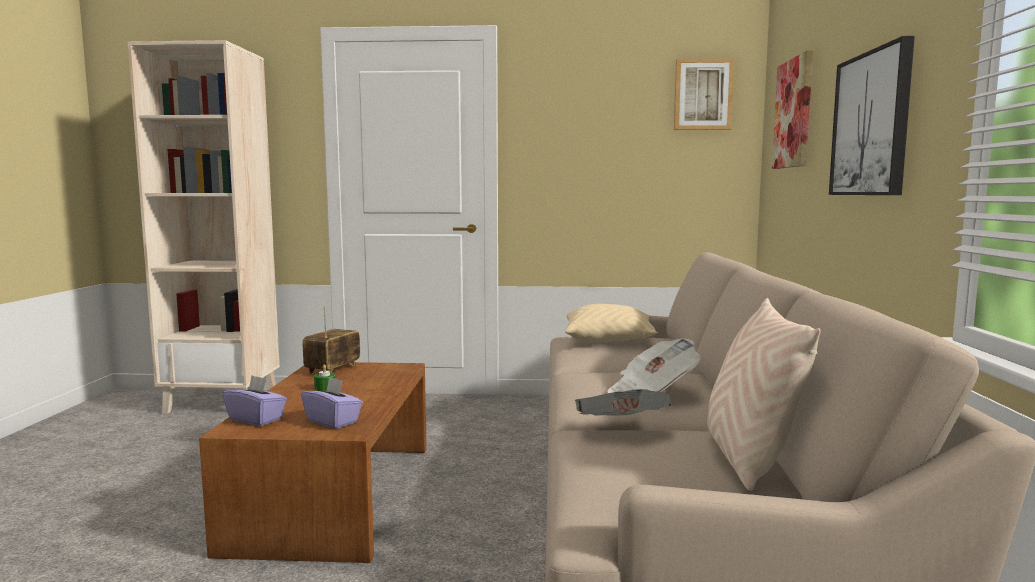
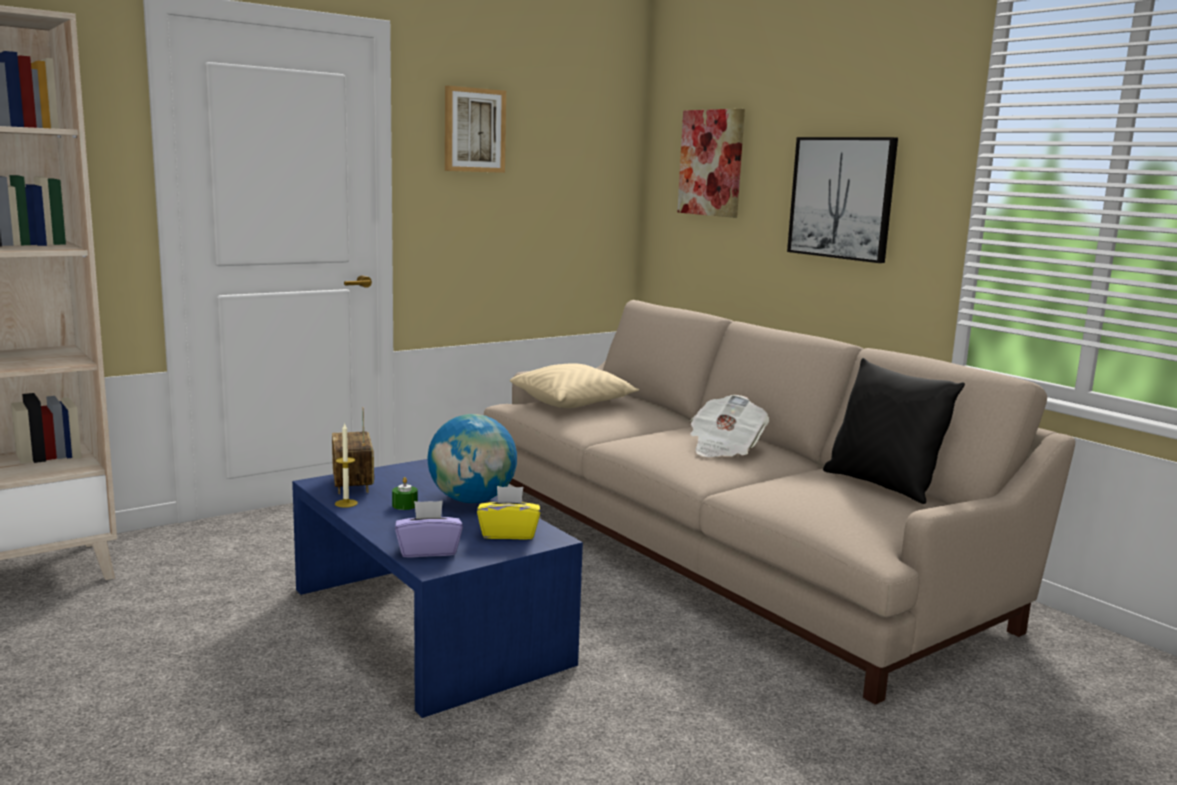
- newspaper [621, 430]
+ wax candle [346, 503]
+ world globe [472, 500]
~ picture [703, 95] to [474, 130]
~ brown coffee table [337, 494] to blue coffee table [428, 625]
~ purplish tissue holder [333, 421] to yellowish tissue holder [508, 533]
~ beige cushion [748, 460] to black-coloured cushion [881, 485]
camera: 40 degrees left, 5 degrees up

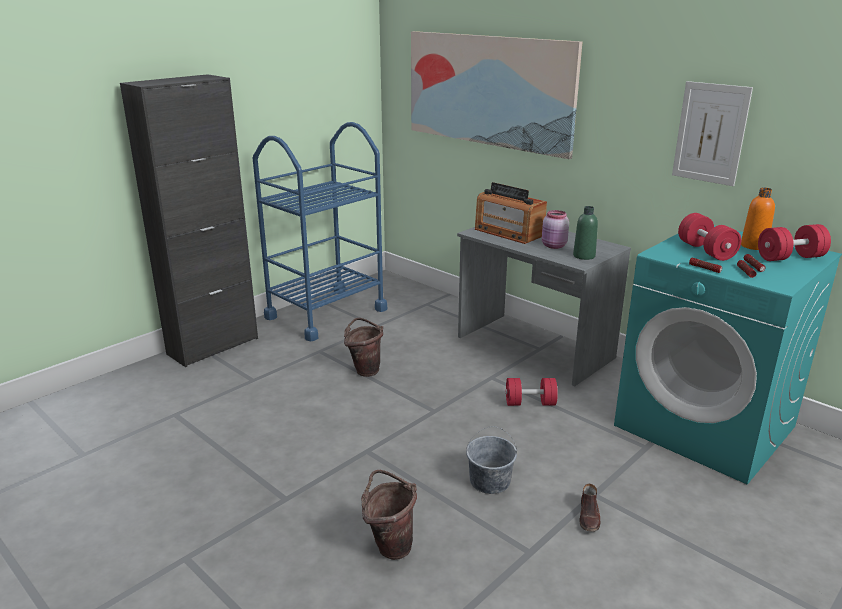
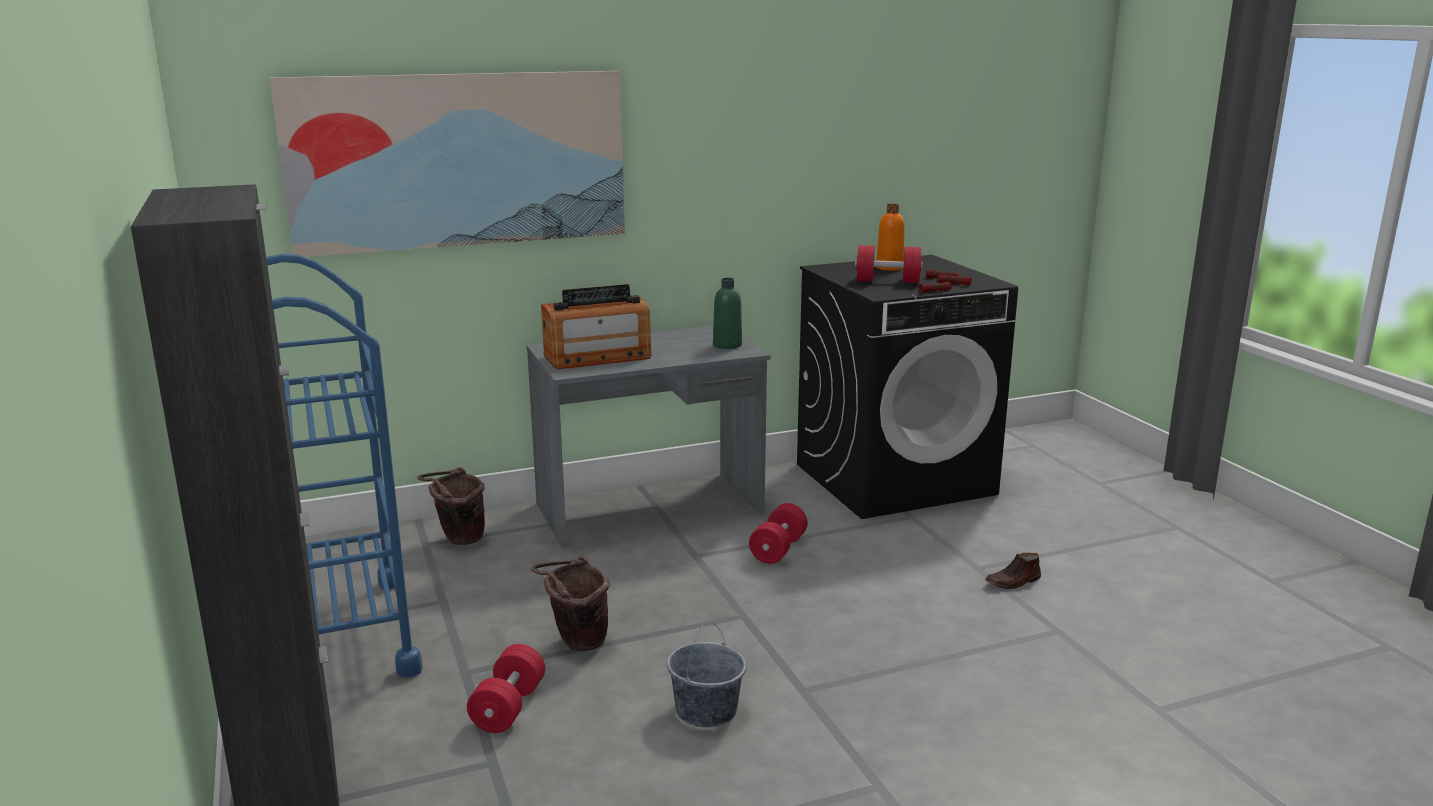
- pink-coloured preserve jar [554, 246]
- picture [710, 133]
~ brown bucket [390, 545] to [458, 540]
~ gray bucket [489, 481] to [706, 710]
~ red-coloured hand weight [790, 258] to [508, 707]
~ turquoise-coloured laundry machine [706, 426] to black-coloured laundry machine [895, 478]
~ brown item of footwear [589, 517] = [1013, 582] 120 degrees clockwise
camera: 65 degrees left, 5 degrees down

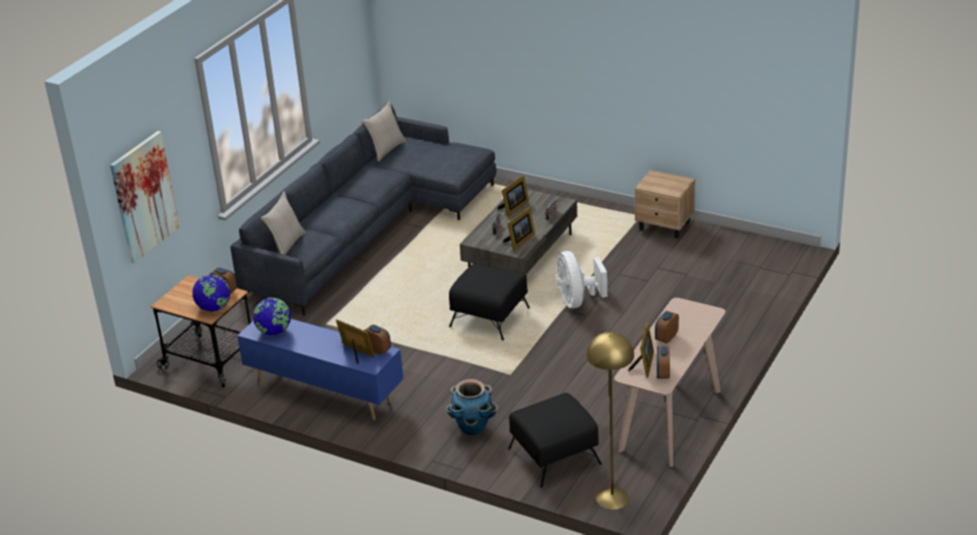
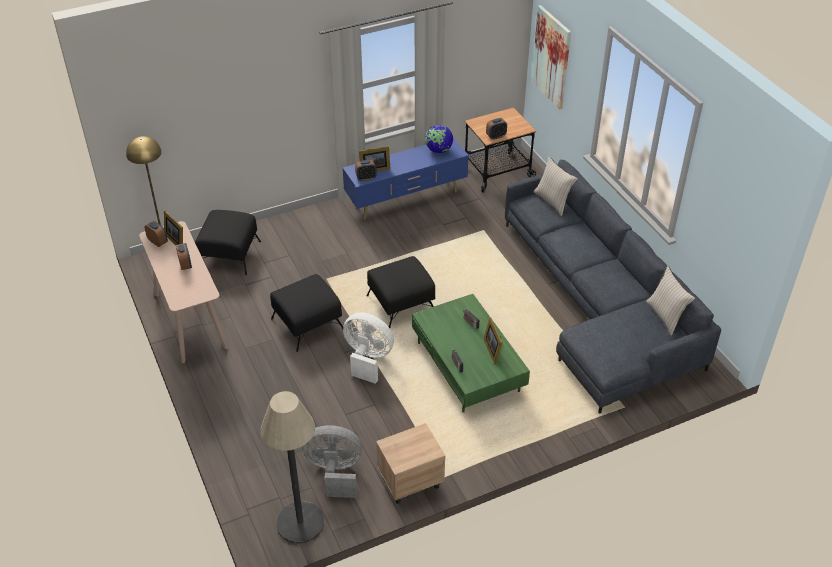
- world globe [214, 308]
- flower pot [473, 428]
- photo frame [519, 241]
+ standing lamp [300, 522]
+ black-coloured ottoman [307, 324]
+ gray electric fan [335, 472]
~ gray coffee table [520, 253] to green coffee table [469, 367]
camera: 125 degrees right, 10 degrees up

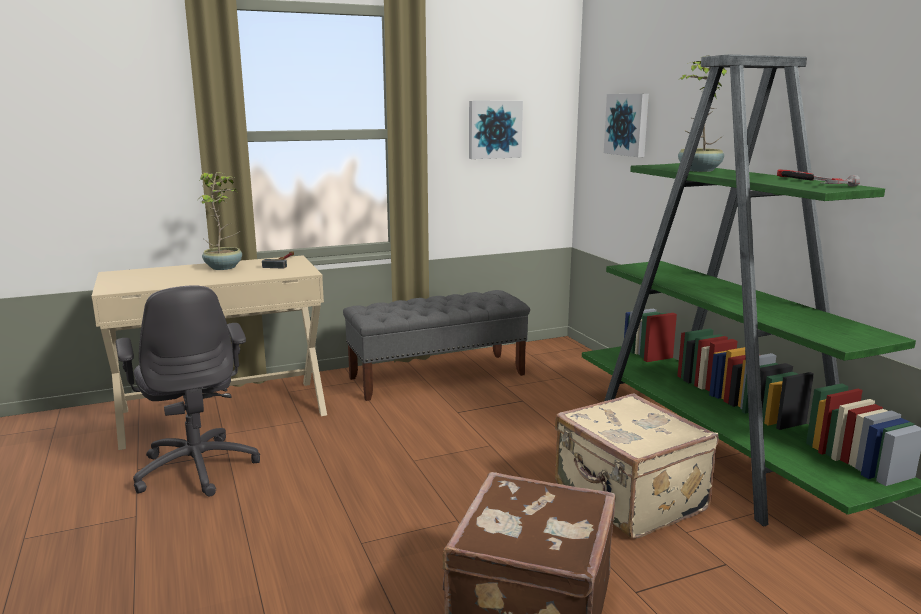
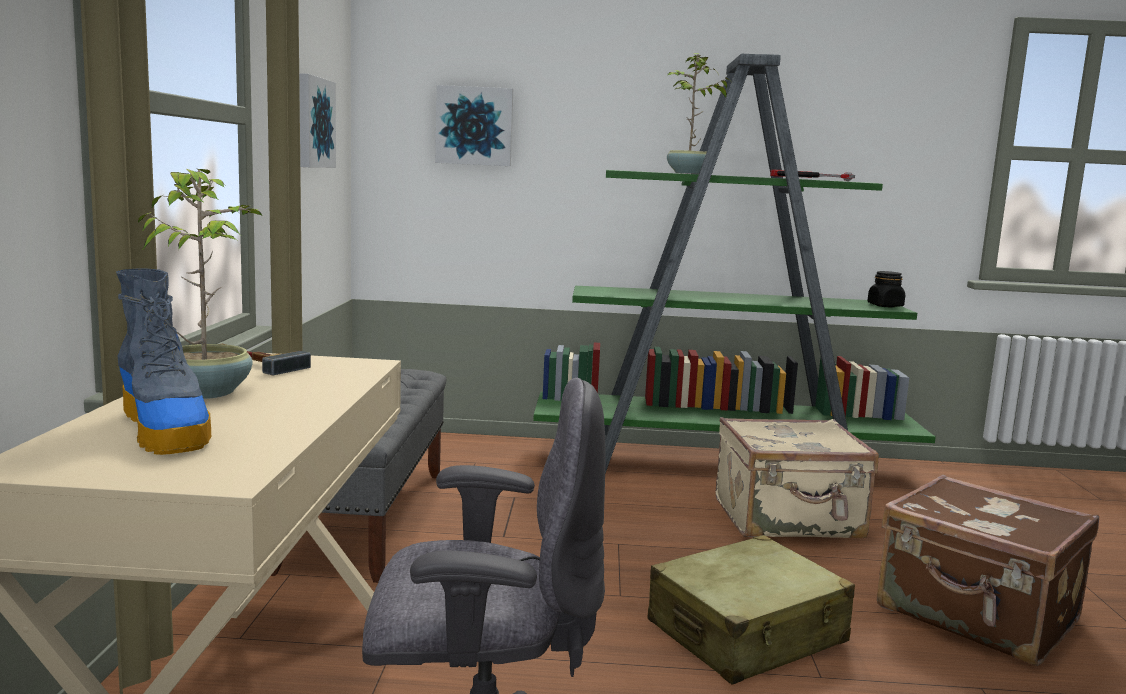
+ tall boot [165, 430]
+ beige suitcase [747, 633]
+ black-coloured preserve jar [885, 306]
camera: 65 degrees left, 5 degrees down

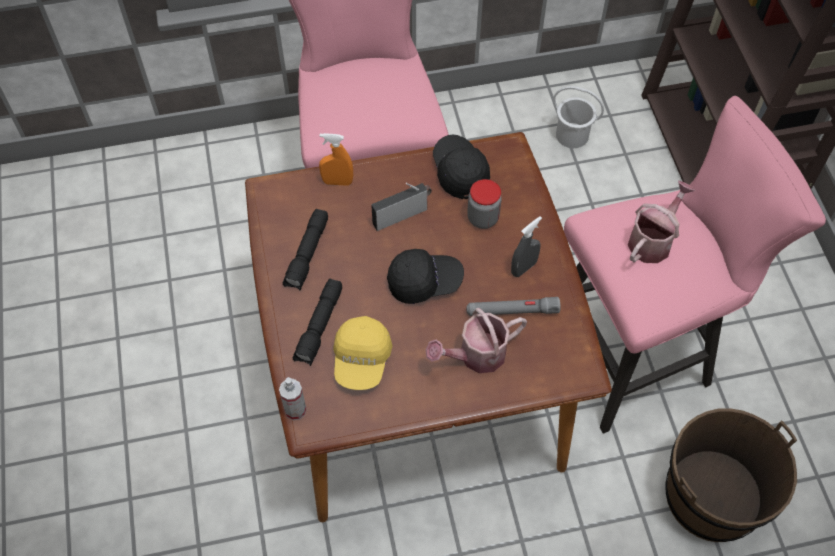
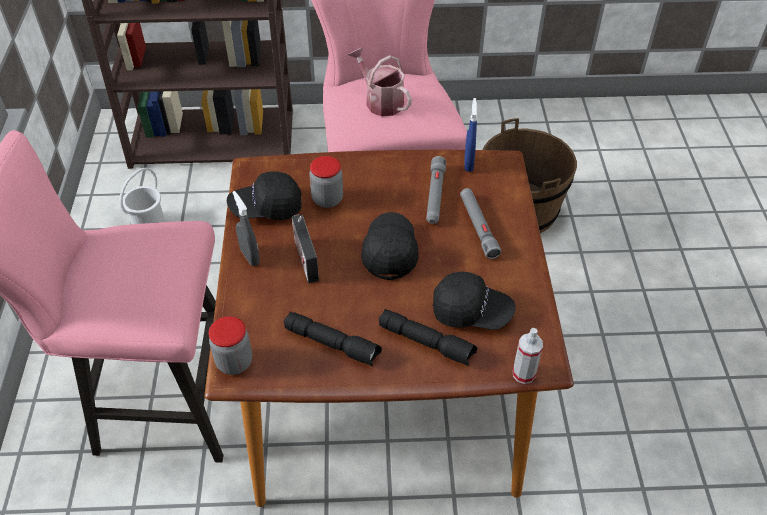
- orangey sprayer [337, 182]
+ preserve jar [234, 362]
+ blue sprayer [468, 163]
~ gray sprayer [523, 268] to [250, 256]
~ watering pot [476, 355] to gray flashlight [478, 226]
~ yellowish baseball cap [362, 360] to black-coloured baseball cap [471, 311]
camera: 80 degrees left, 10 degrees down

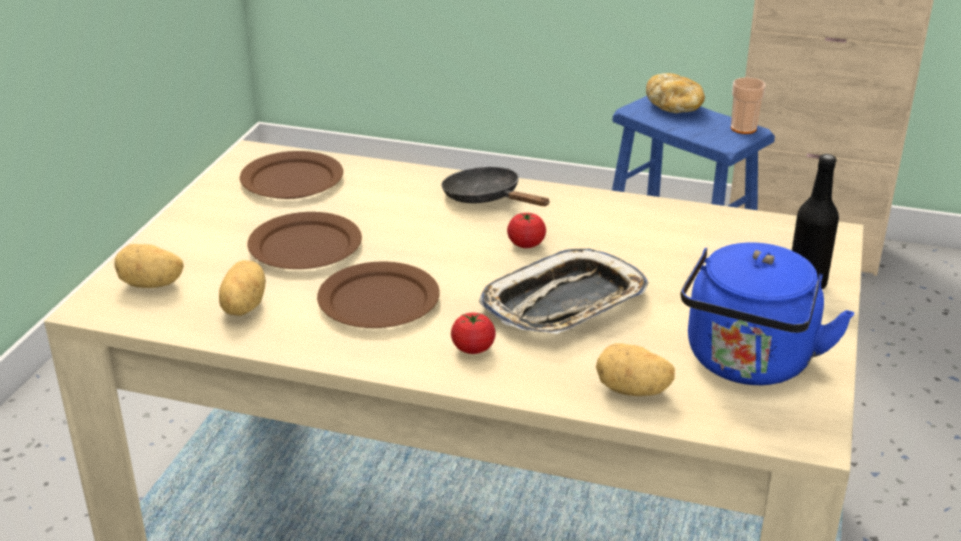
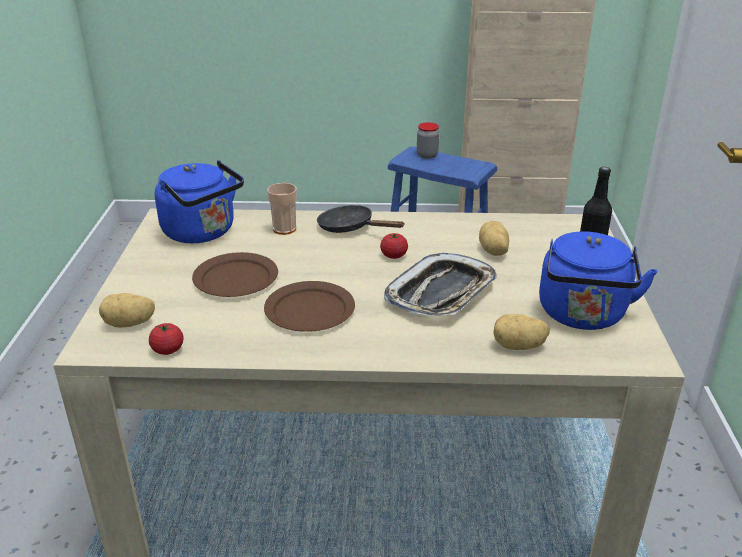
~ potato [242, 307] to [492, 251]
~ tomato [473, 348] to [168, 350]
~ cup [743, 128] to [284, 229]
~ brown flat dish [292, 180] to blue water kettle [203, 233]
~ bread [675, 107] to preserve jar [427, 155]
camera: 15 degrees left, 0 degrees up

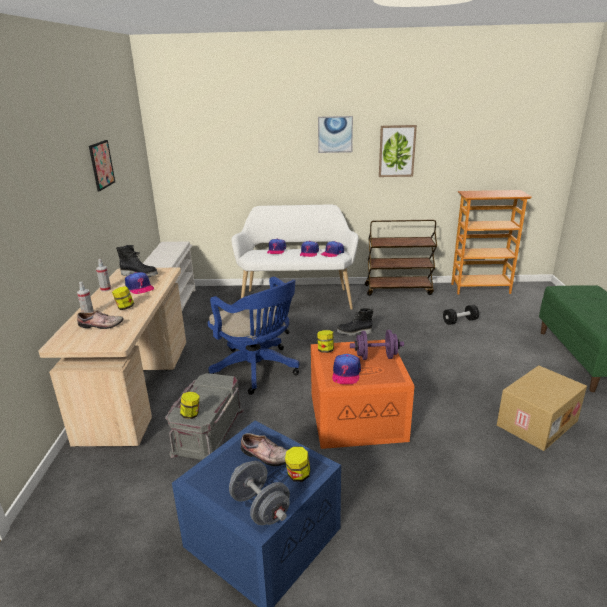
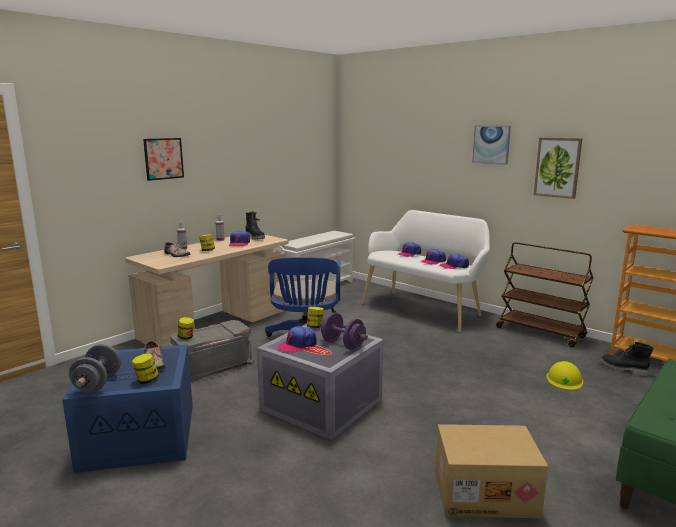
~ picture [101, 165] to [163, 158]
~ black-coloured tall boot [354, 332] to [623, 369]
~ black-coloured hand weight [460, 321] to yellowish safety helmet [564, 379]
~ orangey storage bin [358, 416] to gray storage bin [324, 404]
camera: 40 degrees right, 10 degrees down

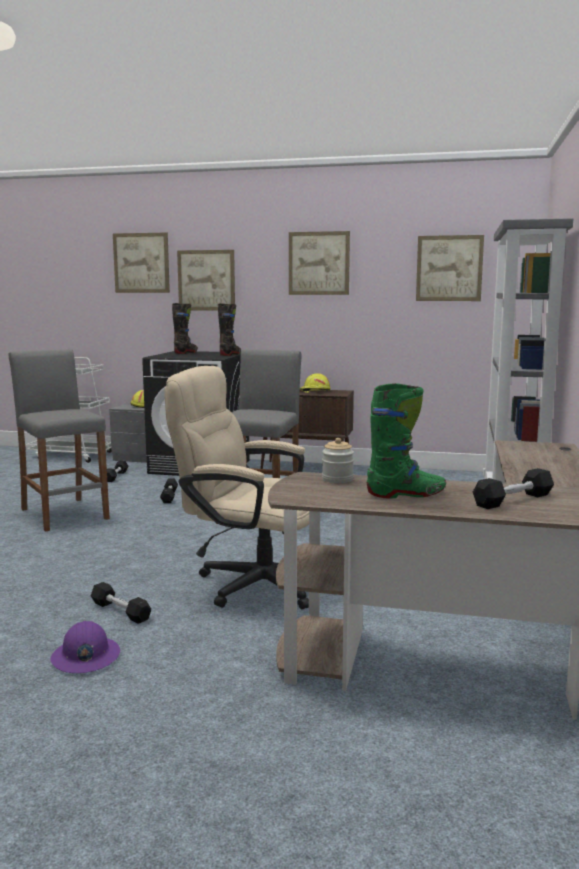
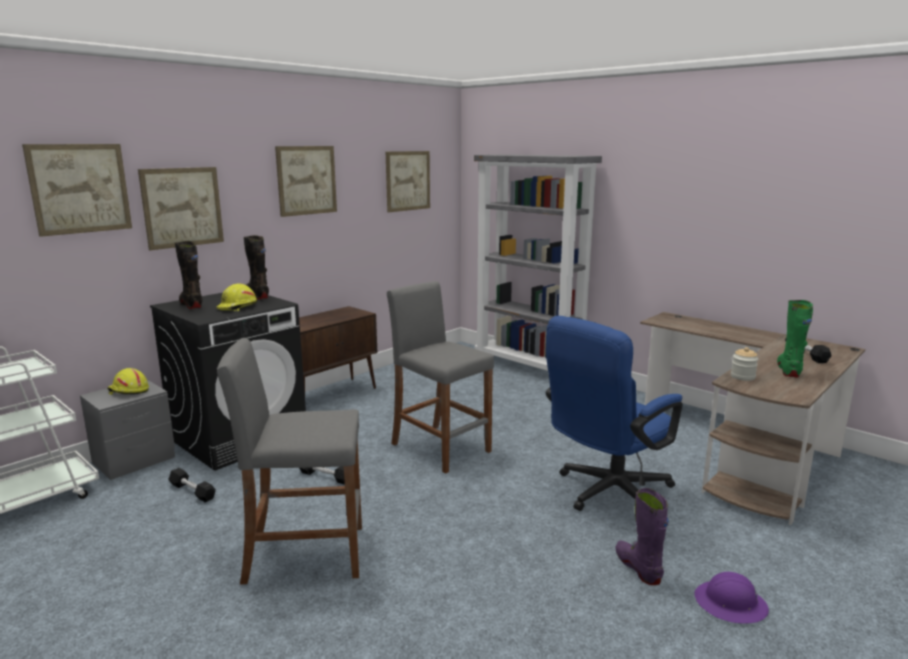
~ yellowish safety helmet [314, 391] to [237, 307]
~ black-coloured hand weight [120, 611] to purplish tall boot [638, 568]
~ beige office chair [250, 582] to blue office chair [606, 493]
camera: 60 degrees left, 5 degrees up

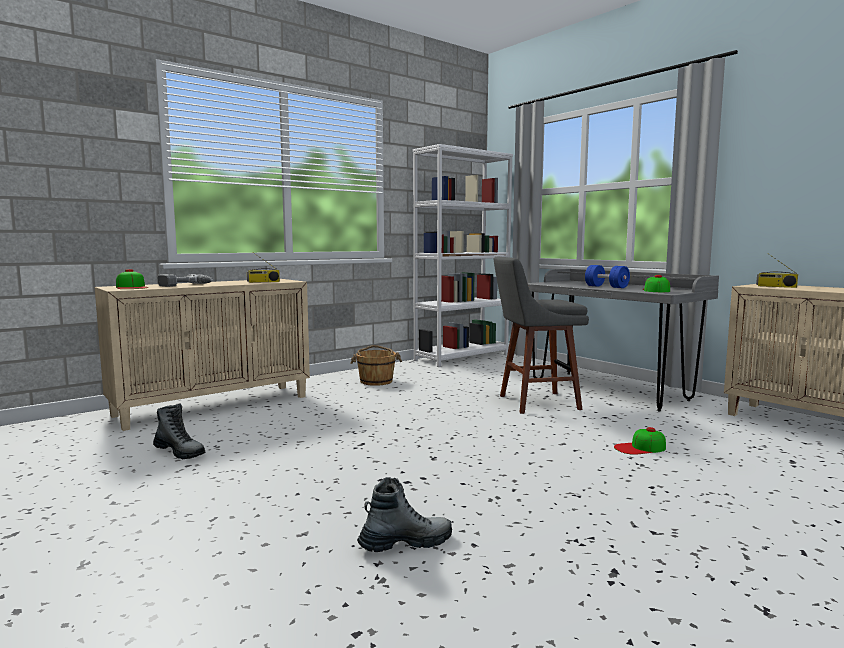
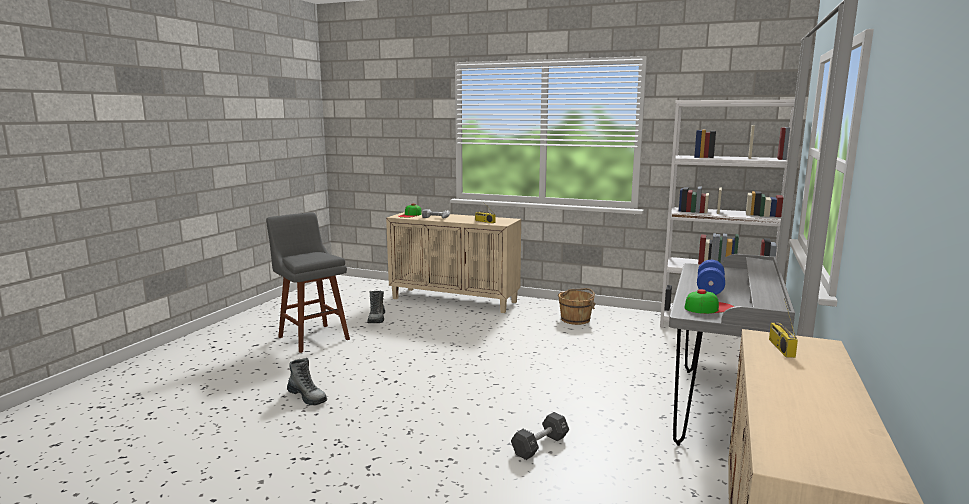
~ gray stool [534, 403] to [312, 337]
~ baseball cap [640, 448] to black-coloured hand weight [540, 445]
camera: 60 degrees right, 5 degrees up

